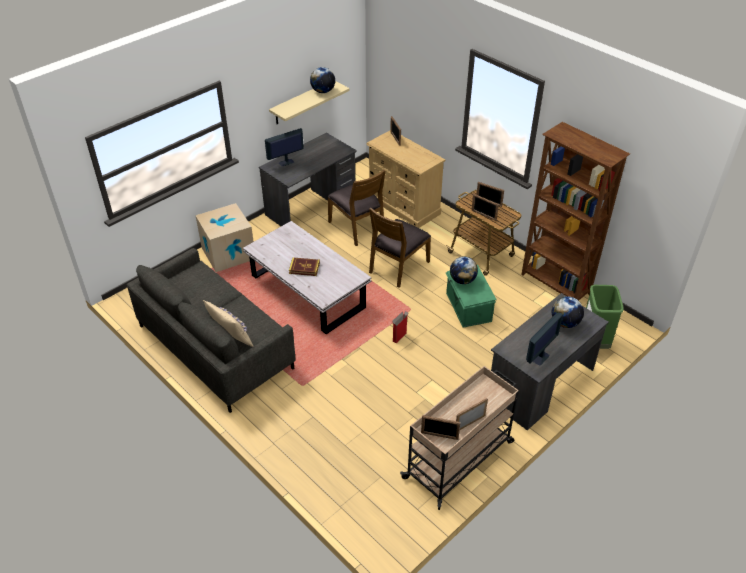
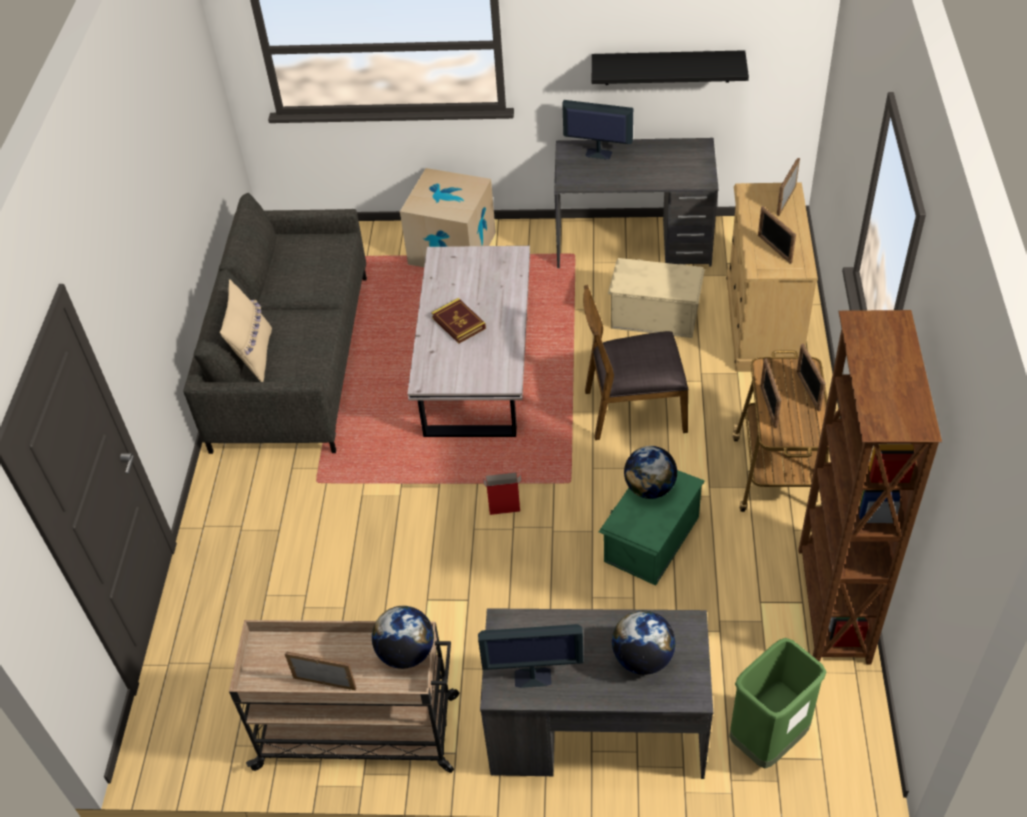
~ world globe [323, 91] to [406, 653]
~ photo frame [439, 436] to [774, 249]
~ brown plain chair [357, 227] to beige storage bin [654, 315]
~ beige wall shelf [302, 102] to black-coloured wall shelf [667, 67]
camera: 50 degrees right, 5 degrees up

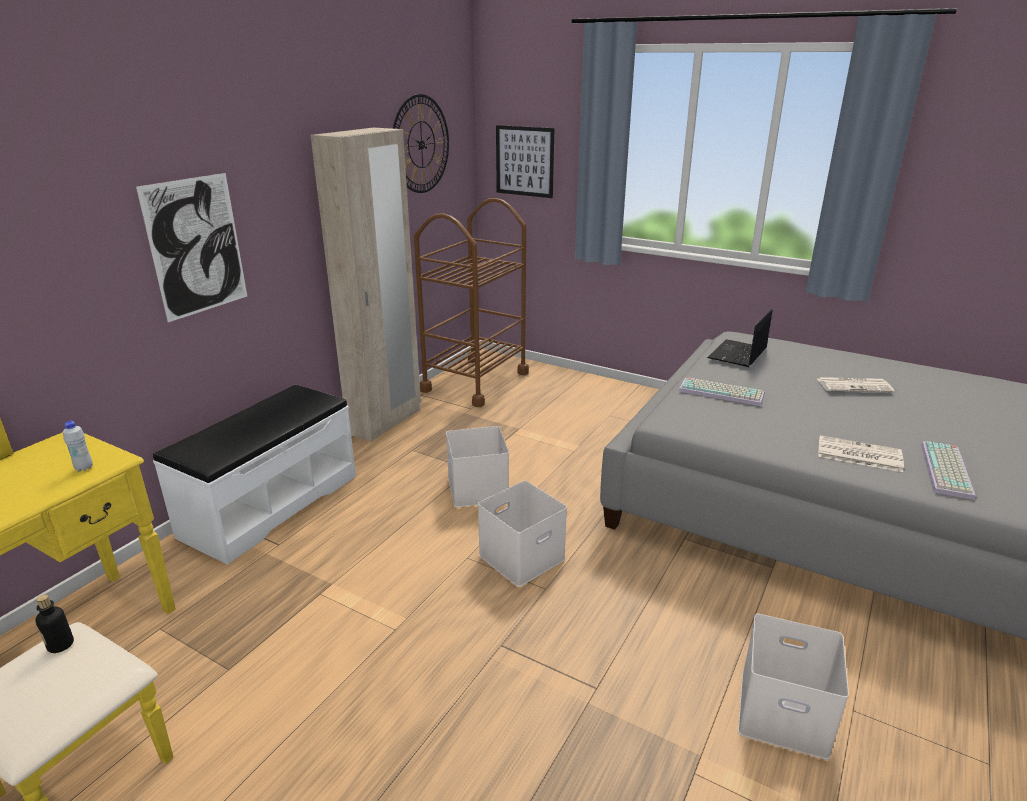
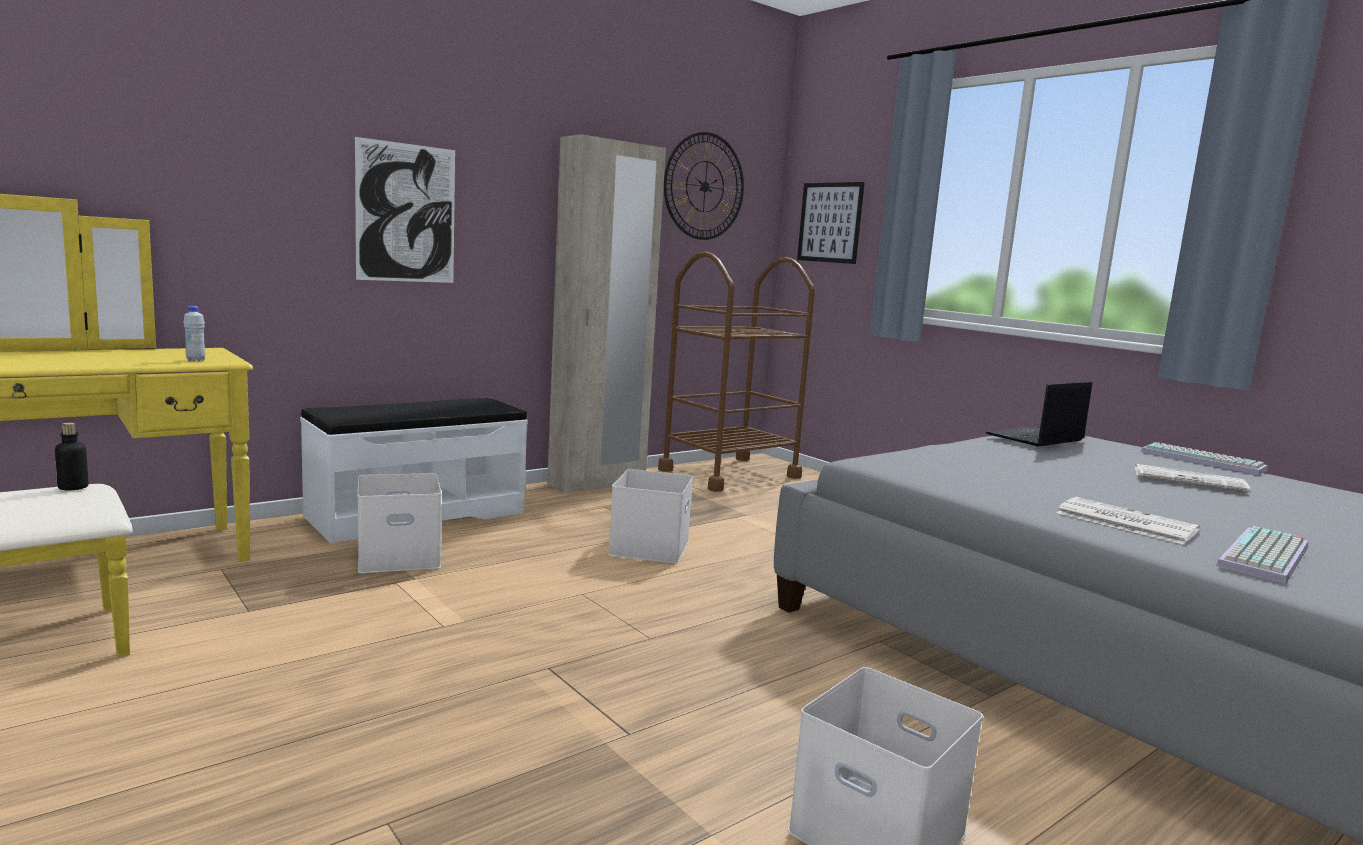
~ whitish storage bin [521, 556] to [400, 556]
~ computer keyboard [722, 392] to [1204, 460]
camera: 20 degrees right, 15 degrees down

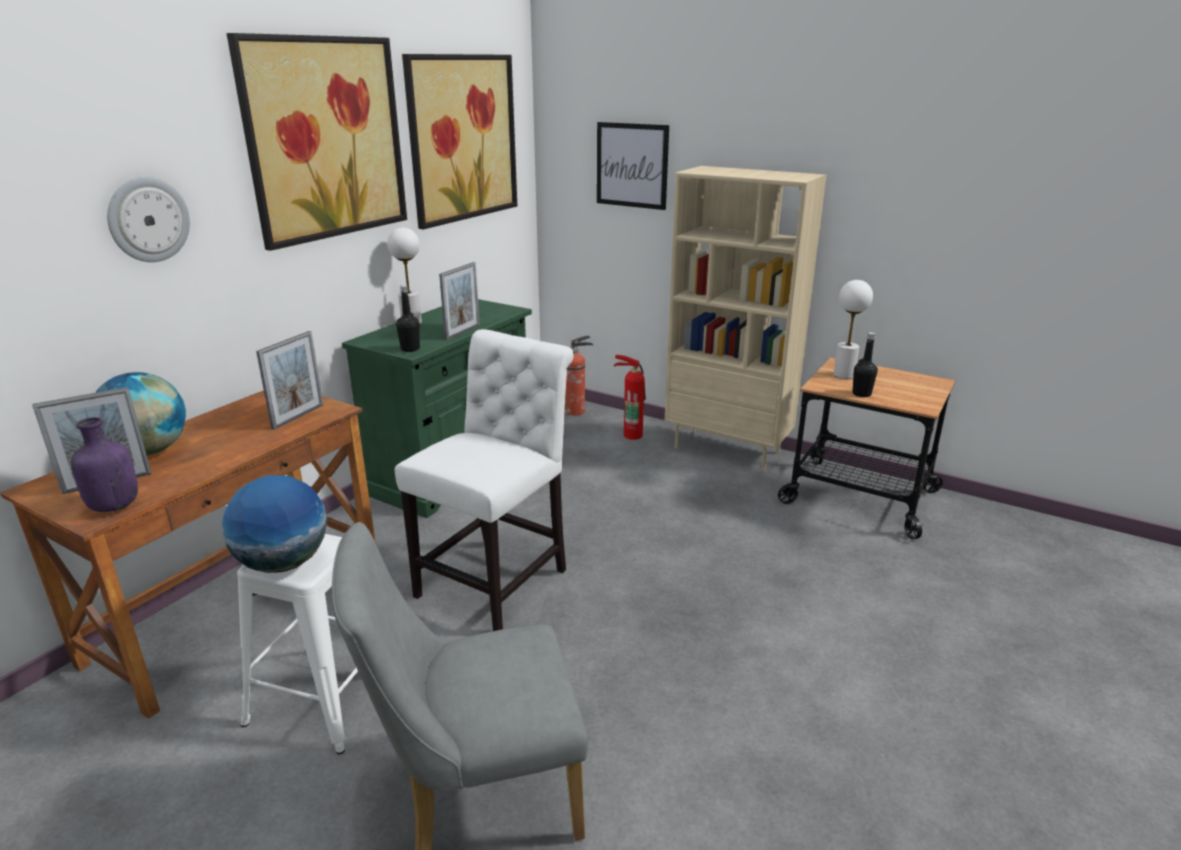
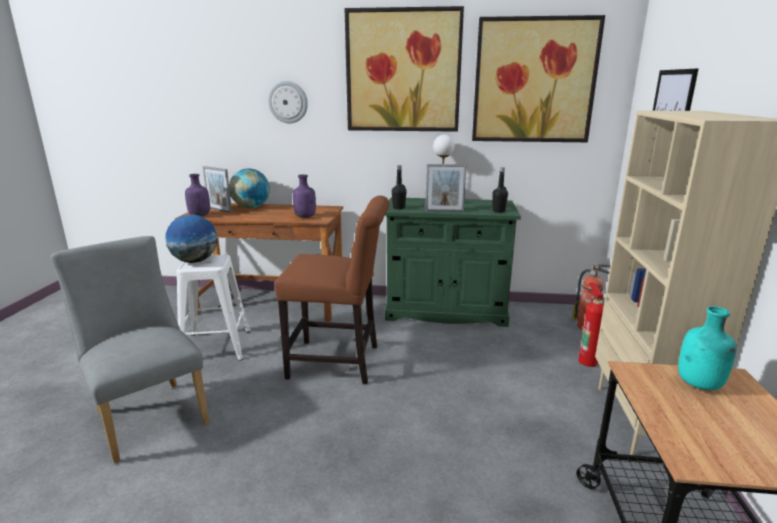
~ black-coloured drink bottle [861, 394] to [498, 211]
~ photo frame [298, 416] to purplish drink bottle [305, 217]
~ whitish lamp for a table [844, 375] to turquoise-coloured drink bottle [700, 384]
~ whitish plain chair [498, 580] to brown plain chair [339, 362]
camera: 65 degrees right, 5 degrees down

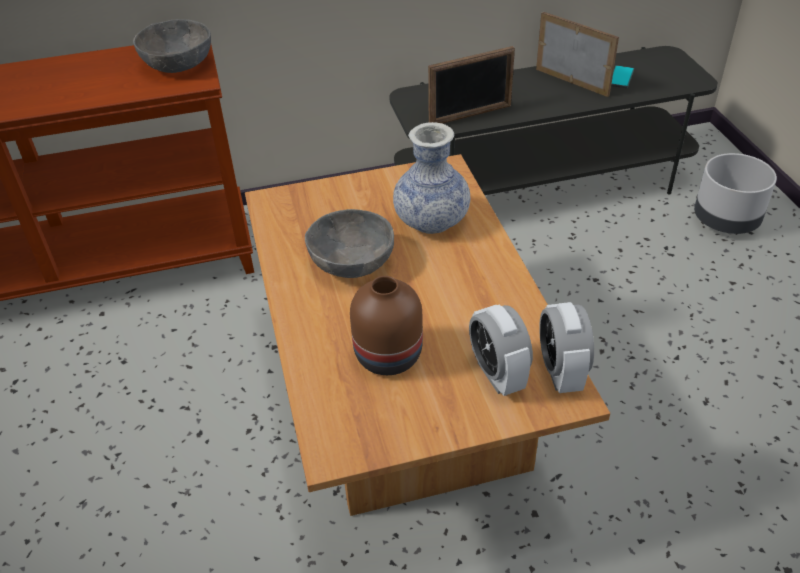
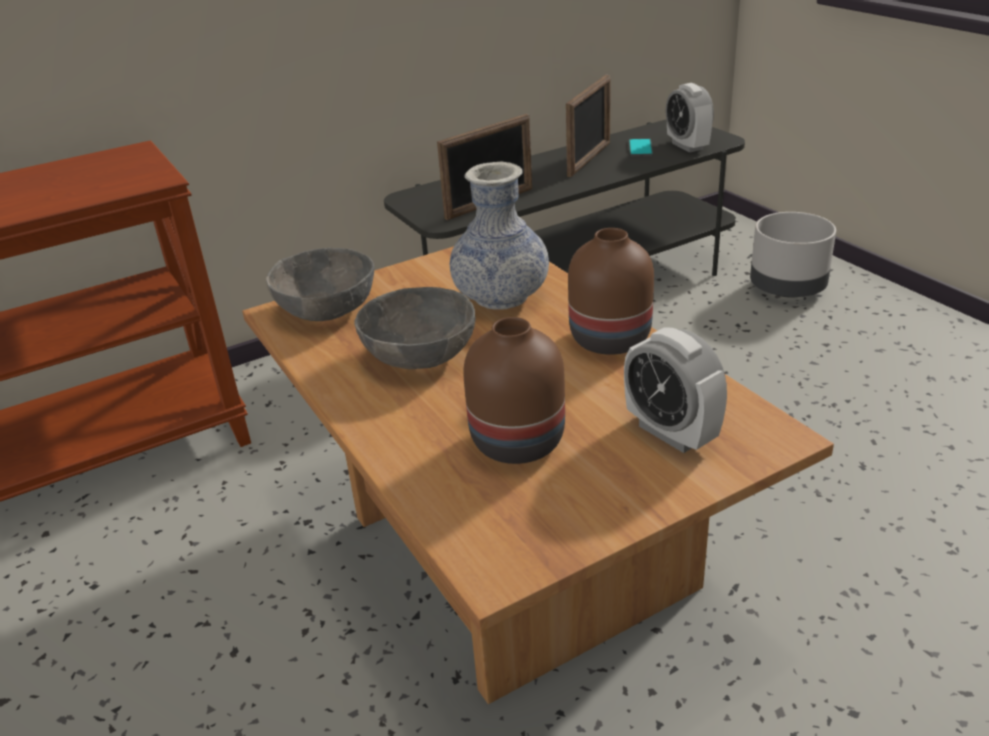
+ brown flower vase [610, 340]
~ gray serving bowl [178, 64] to [326, 309]
~ bedside clock [561, 372] to [687, 146]
~ photo frame [572, 82] = [589, 159] 90 degrees clockwise
camera: 15 degrees left, 10 degrees down

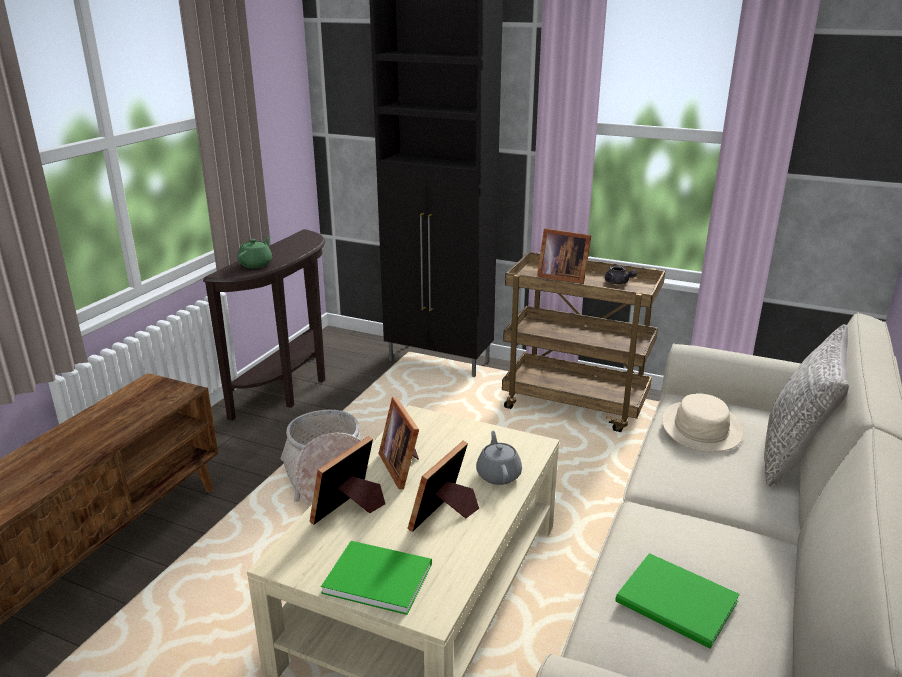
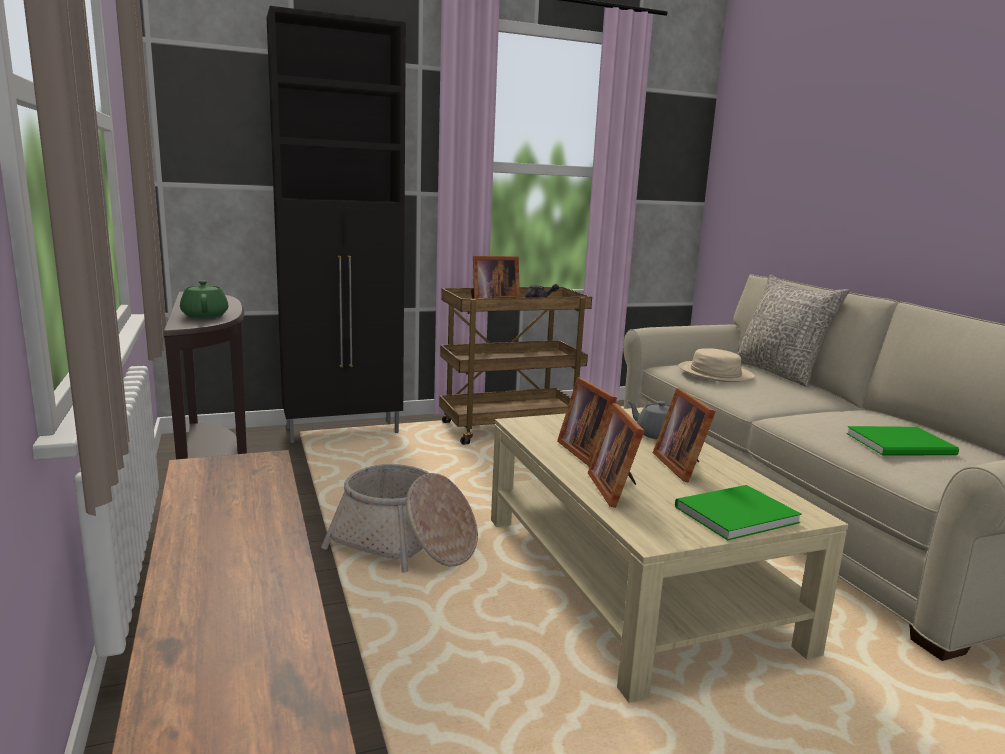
~ photo frame [403, 466] = [587, 452] 45 degrees clockwise
camera: 45 degrees left, 10 degrees down

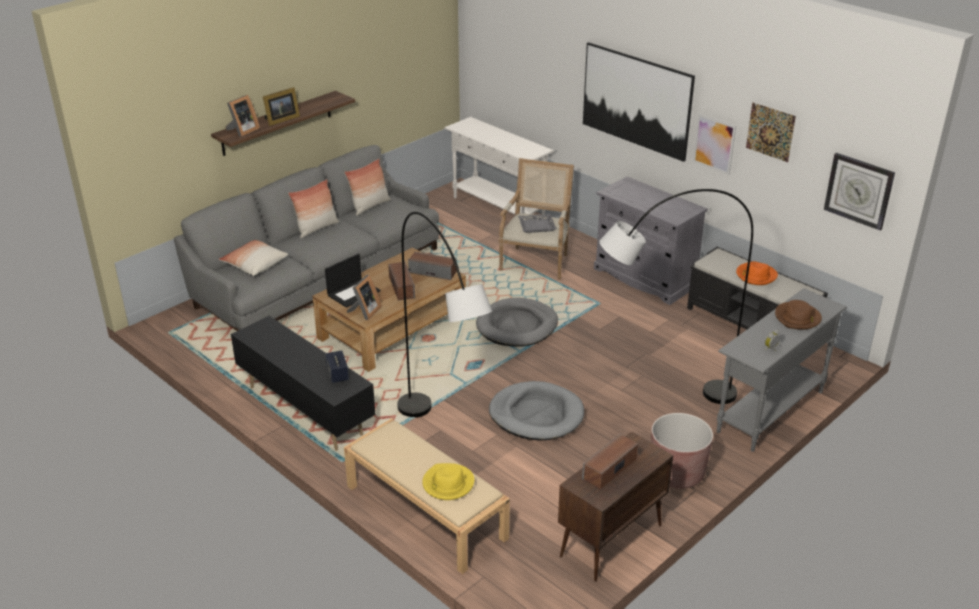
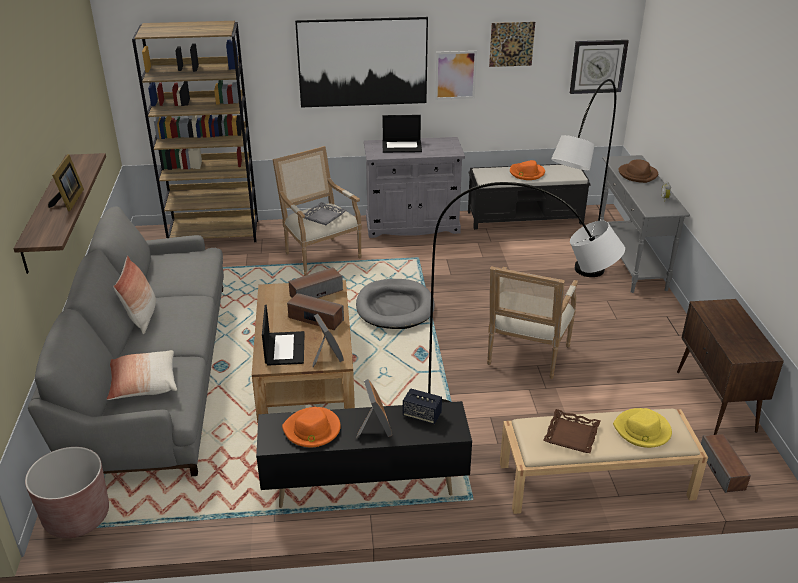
- cushion [370, 206]
+ orangey wearable hat [312, 430]
+ portable computer [402, 146]
+ brown serving tray [571, 435]
~ photo frame [242, 131] to [374, 428]
~ audio speaker [610, 469] to [722, 470]
~ brown flower pot [676, 473] to [77, 517]
~ whitish console table [498, 208] to brown shelving unit [214, 233]
~ gray dog cushion [536, 415] to armchair [525, 357]
camera: 50 degrees left, 0 degrees up

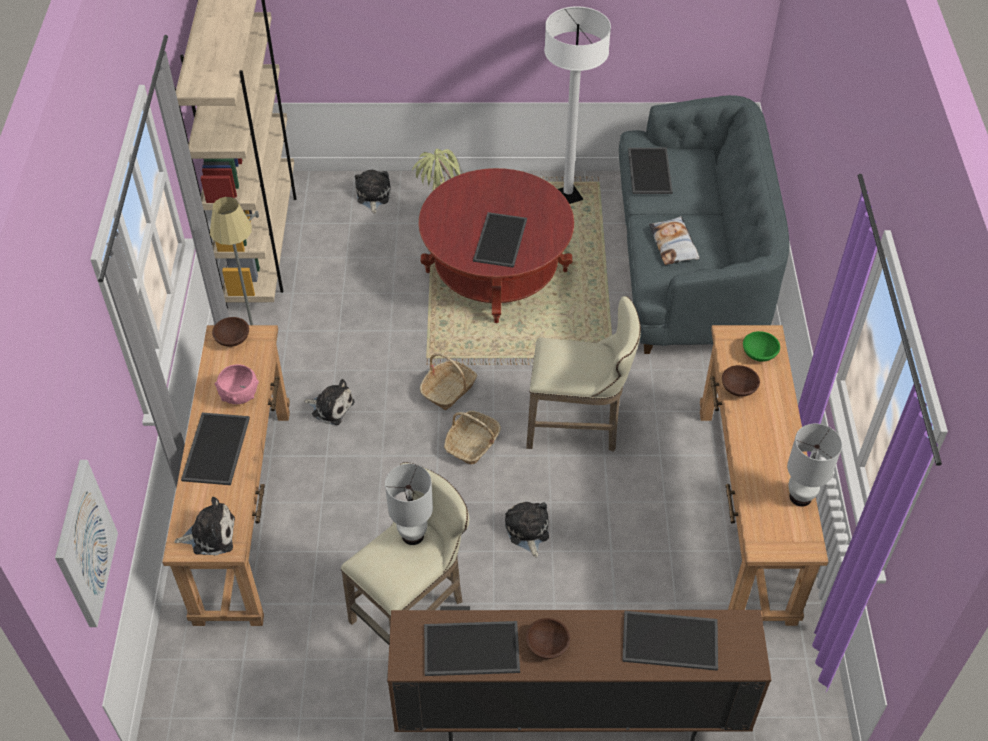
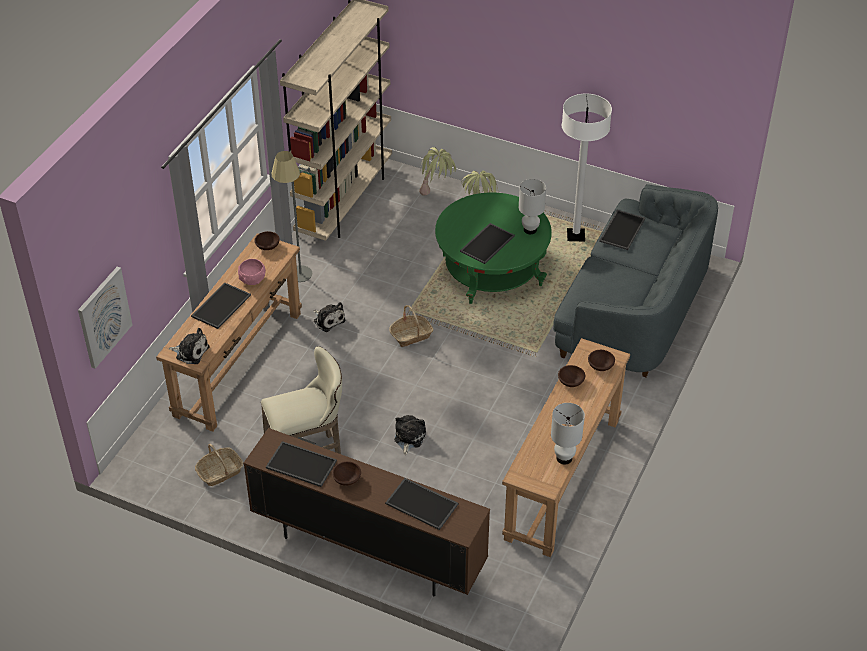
- beige stool [578, 428]
- cushion [673, 244]
~ whitish lamp for a table [413, 535] to [530, 230]
~ household basket [472, 444] to [220, 472]
~ plush toy [373, 196] to houseplant [437, 193]
~ red-coloured coffee table [496, 271] to green coffee table [491, 270]
~ green serving bowl [759, 353] to brown serving bowl [601, 365]
camera: 25 degrees right, 5 degrees down

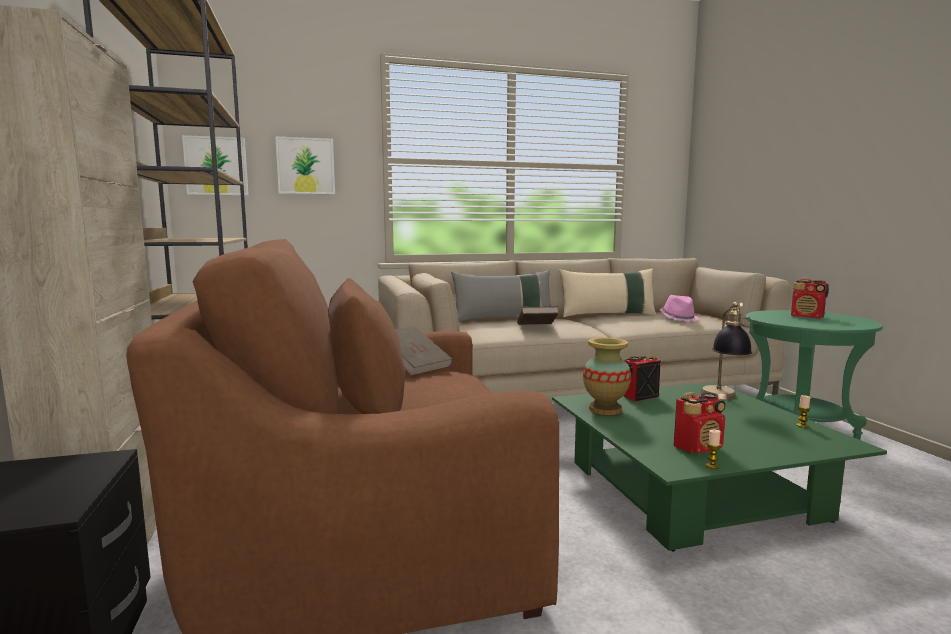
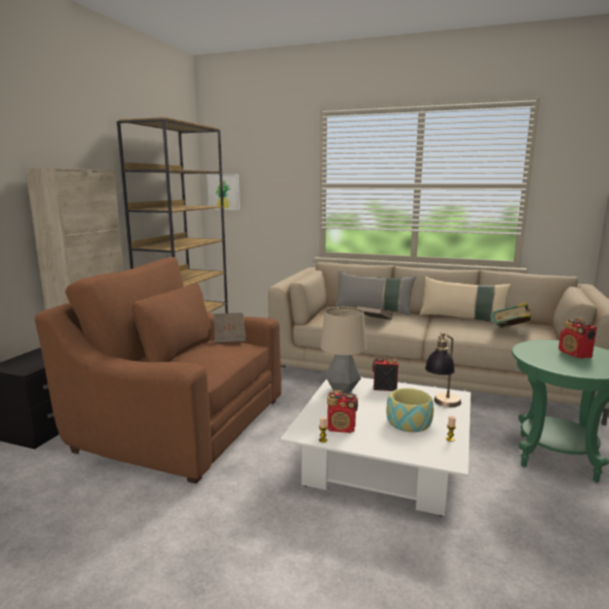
- picture [305, 166]
+ serving bowl [409, 422]
~ flower vase [605, 409] to lamp for a table [342, 389]
~ pink-coloured wearable hat [678, 318] to book [511, 332]
~ green coffee table [692, 489] to whitish coffee table [383, 461]
camera: 35 degrees right, 5 degrees up

